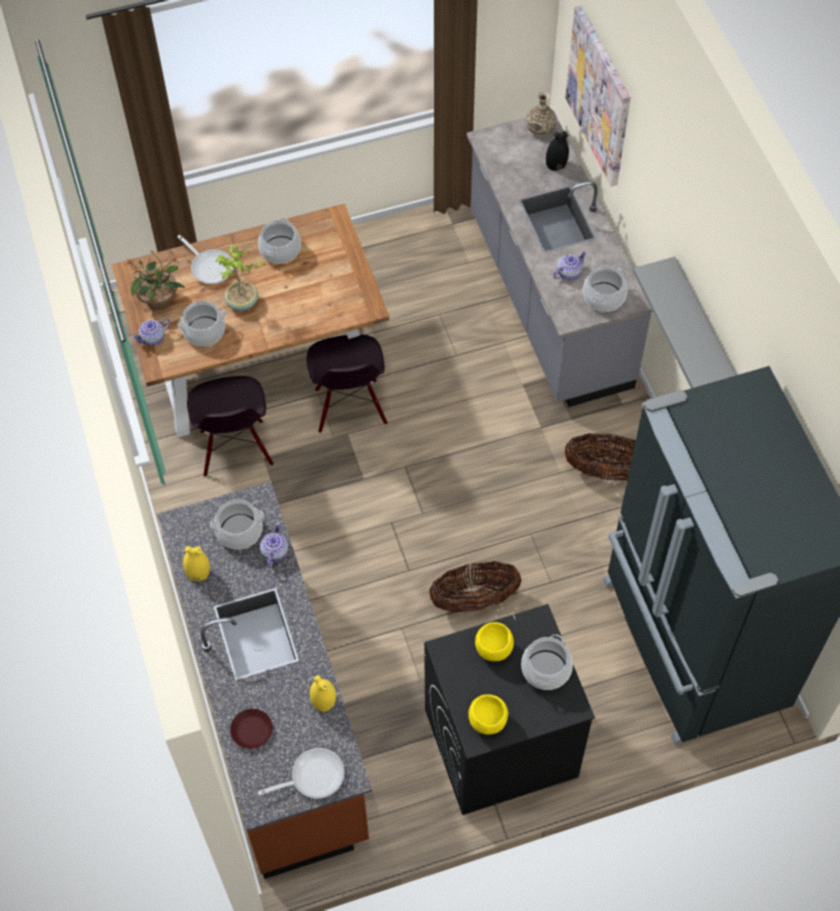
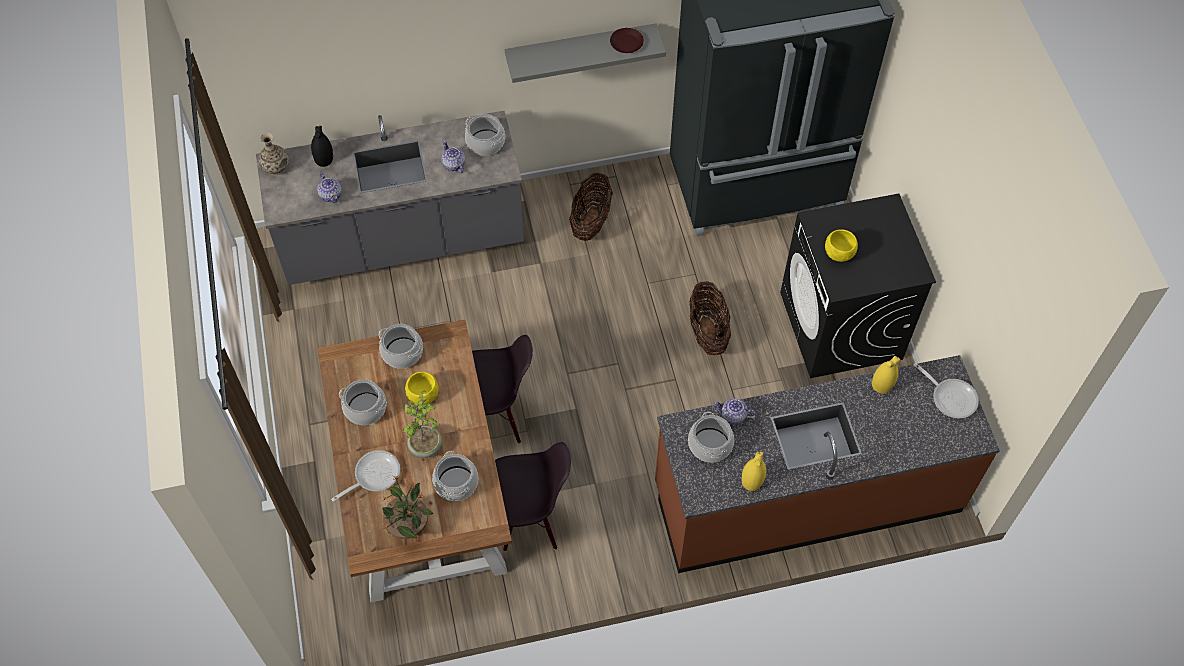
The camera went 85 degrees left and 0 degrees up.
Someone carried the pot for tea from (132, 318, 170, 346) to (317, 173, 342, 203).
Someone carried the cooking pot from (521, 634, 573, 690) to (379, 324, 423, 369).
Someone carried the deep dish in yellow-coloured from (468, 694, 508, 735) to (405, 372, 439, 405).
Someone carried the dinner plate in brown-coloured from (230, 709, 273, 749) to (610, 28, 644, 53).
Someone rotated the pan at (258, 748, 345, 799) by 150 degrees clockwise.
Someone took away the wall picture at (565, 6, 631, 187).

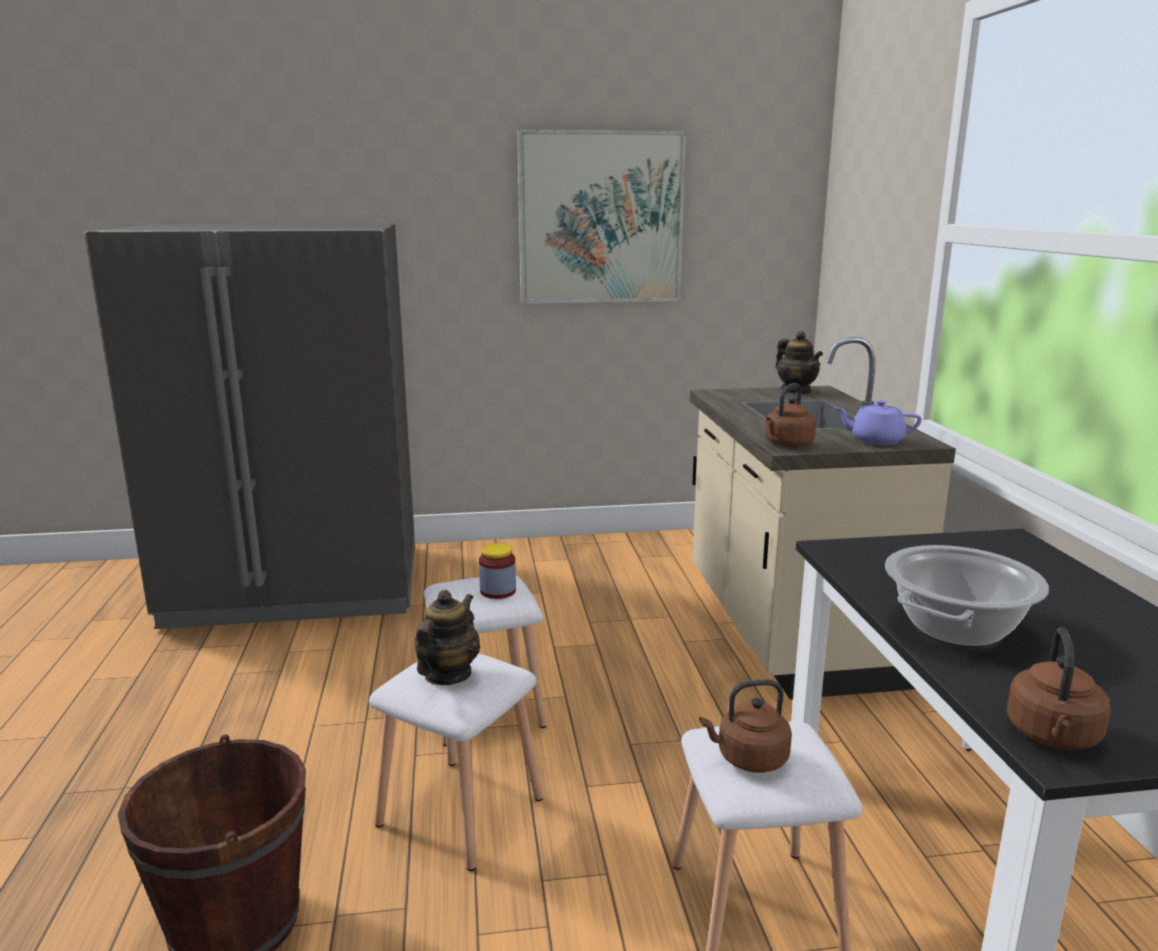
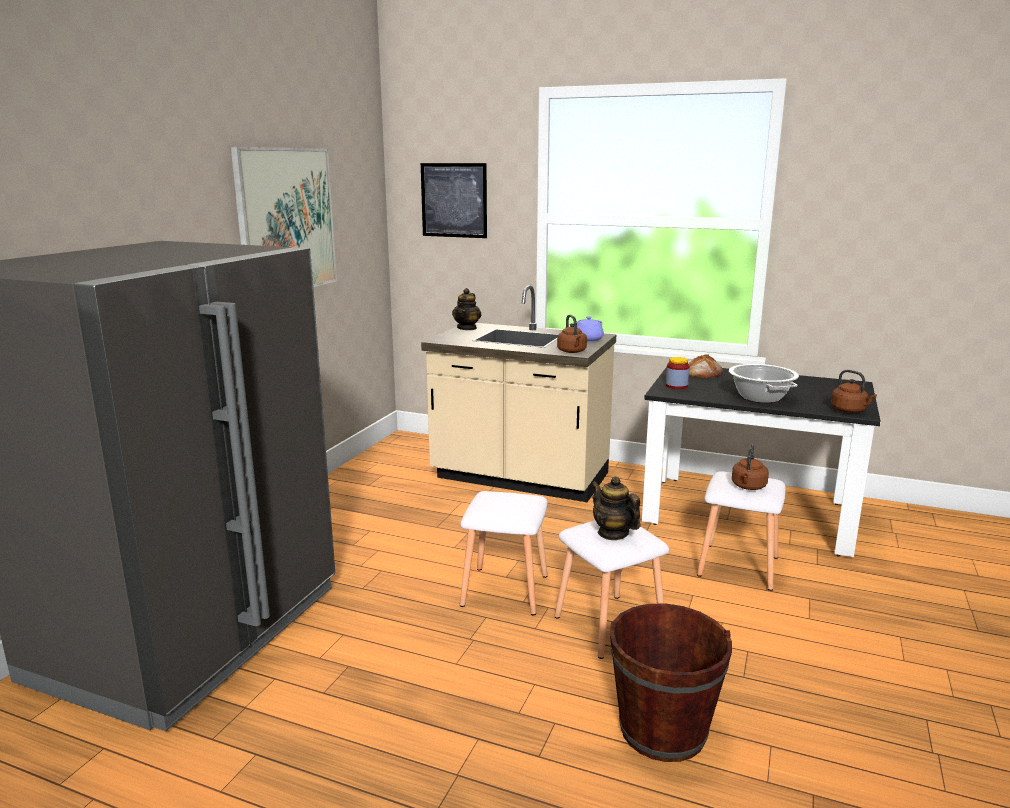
The camera went 60 degrees left and 0 degrees up.
Someone put up the wall picture at (421, 163, 487, 238).
Someone rotated the pot for tea at (775, 331, 823, 393) by 105 degrees clockwise.
Someone carried the jar from (479, 544, 516, 599) to (666, 357, 690, 389).
Someone put down the bread at (688, 354, 723, 378).

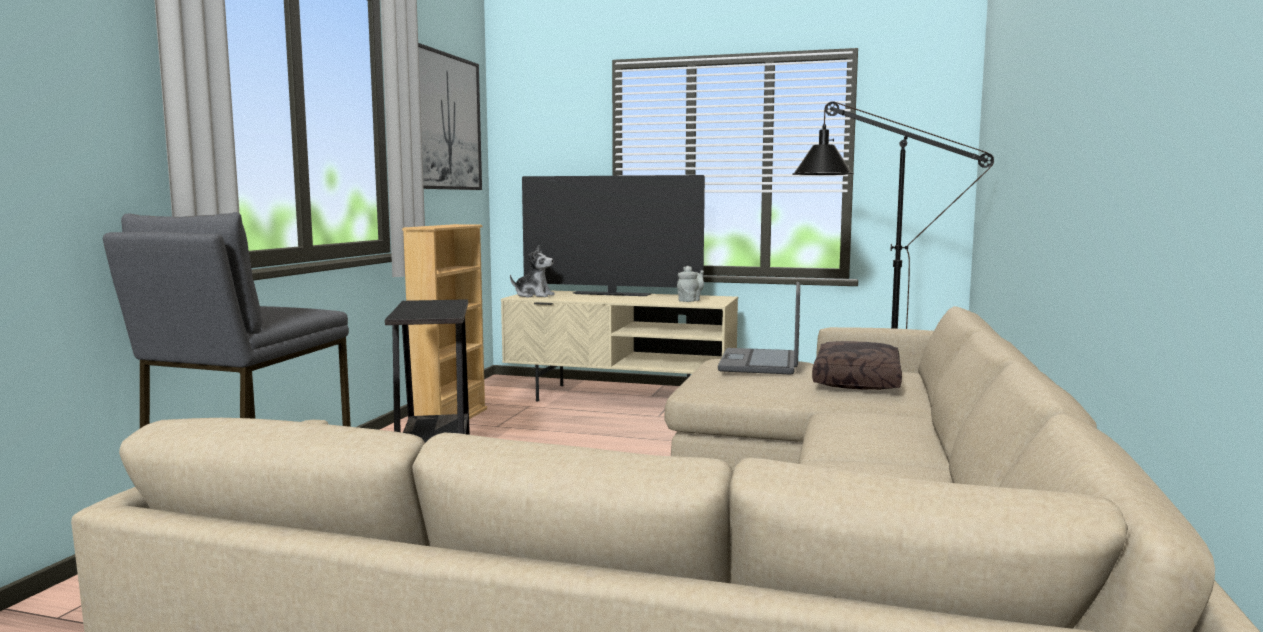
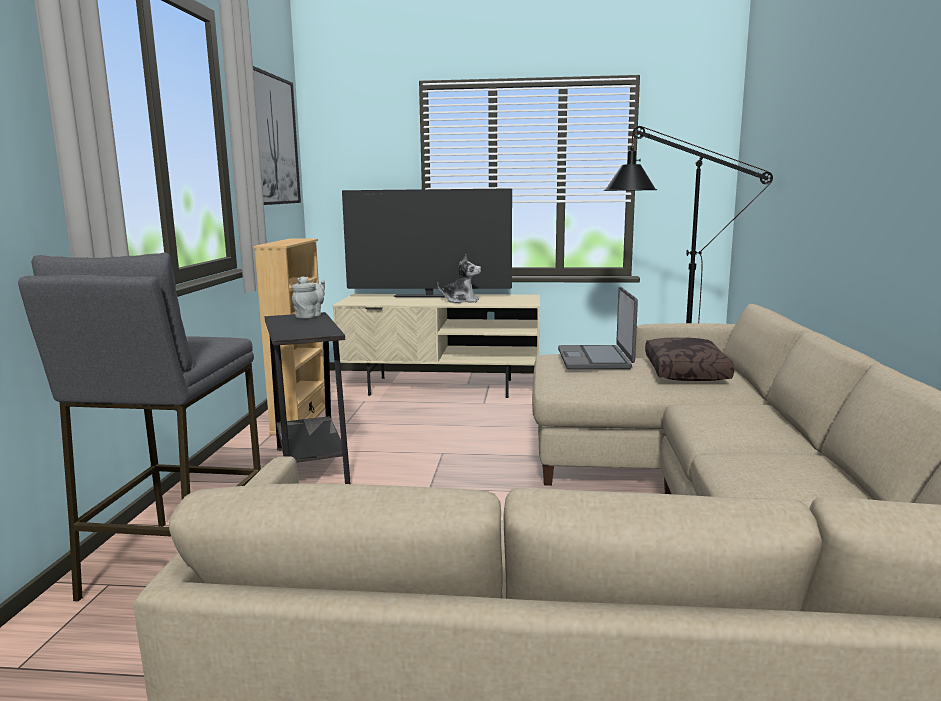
The camera went 10 degrees left and 5 degrees up.
Someone carried the pot for tea in grey from (677, 266, 704, 302) to (292, 276, 325, 318).
Someone carried the cuddly toy from (510, 245, 555, 297) to (437, 254, 481, 303).

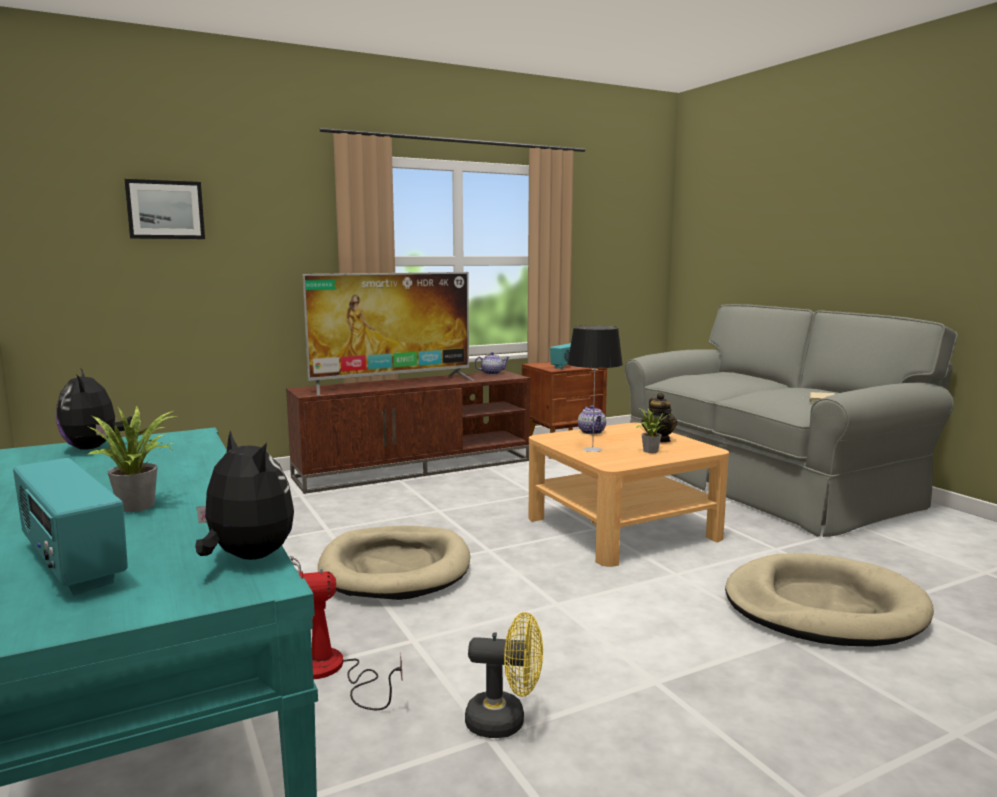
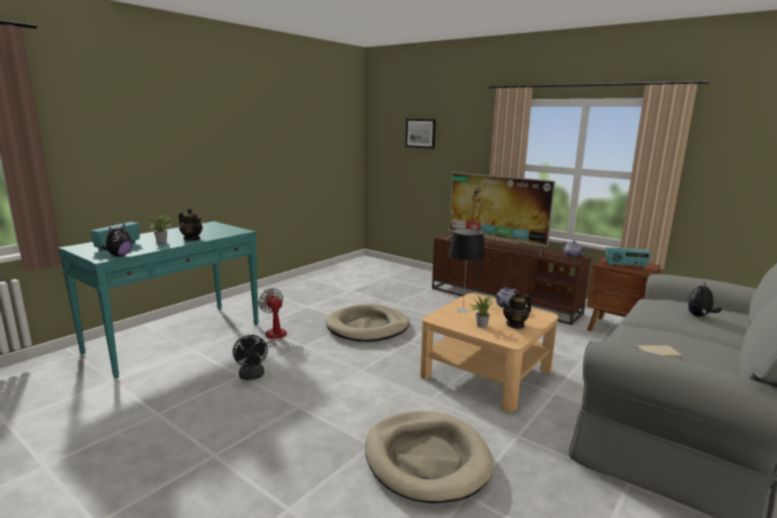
The camera went 65 degrees right and 5 degrees up.
Someone put down the pot for tea at (179, 208, 203, 240).
Someone repainted the cooling fan in yellow-coloured at (465, 612, 543, 738), which became the cooling fan in black-coloured at (233, 335, 268, 380).
Someone carried the cuddly toy from (56, 368, 132, 450) to (687, 284, 722, 317).

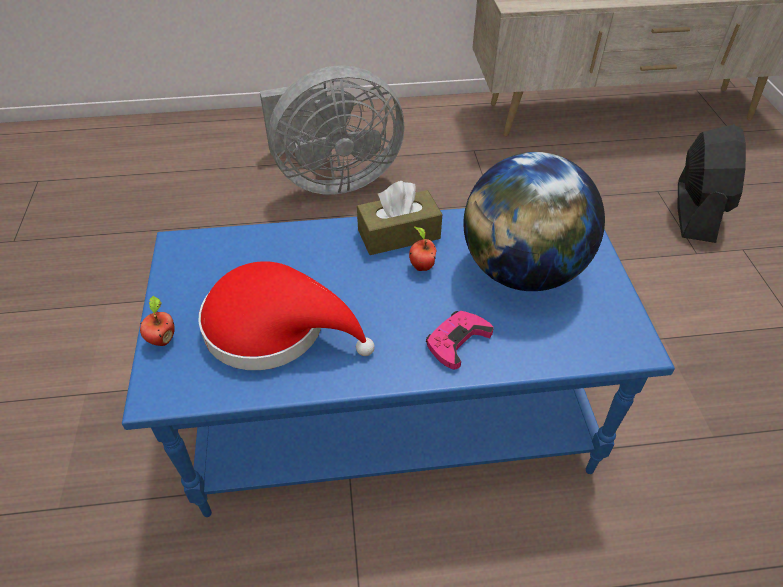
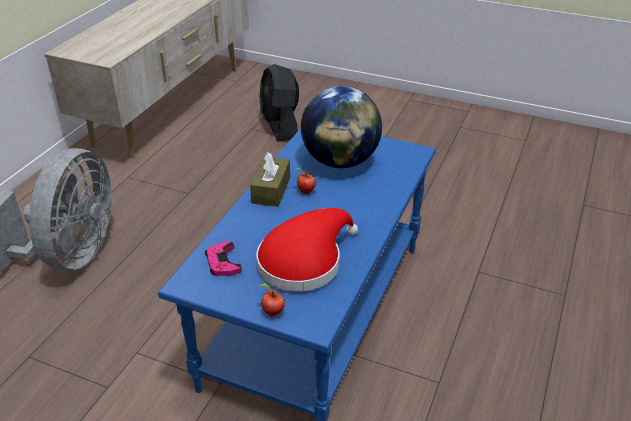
The camera went 60 degrees left and 10 degrees down.
Someone carried the game controller in pinkish from (426, 311, 493, 370) to (205, 241, 242, 276).
Someone rotated the cooling fan in black-coloured at (677, 124, 746, 243) by 150 degrees counterclockwise.

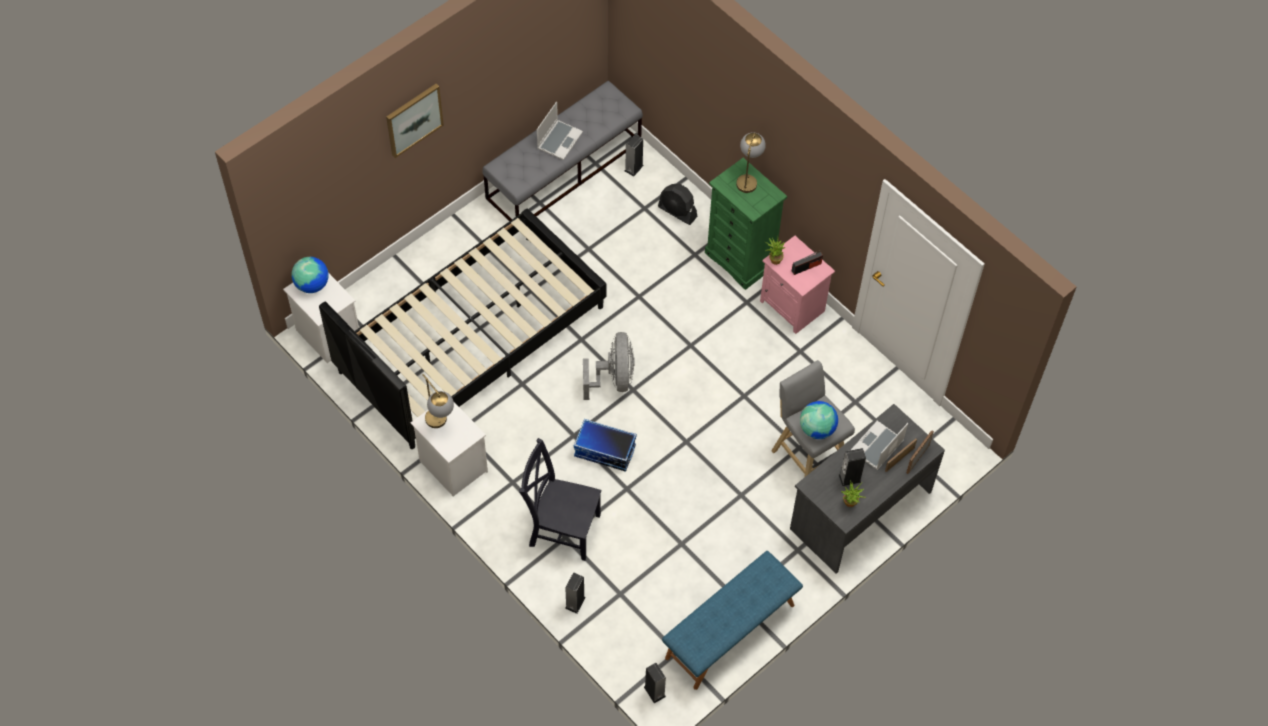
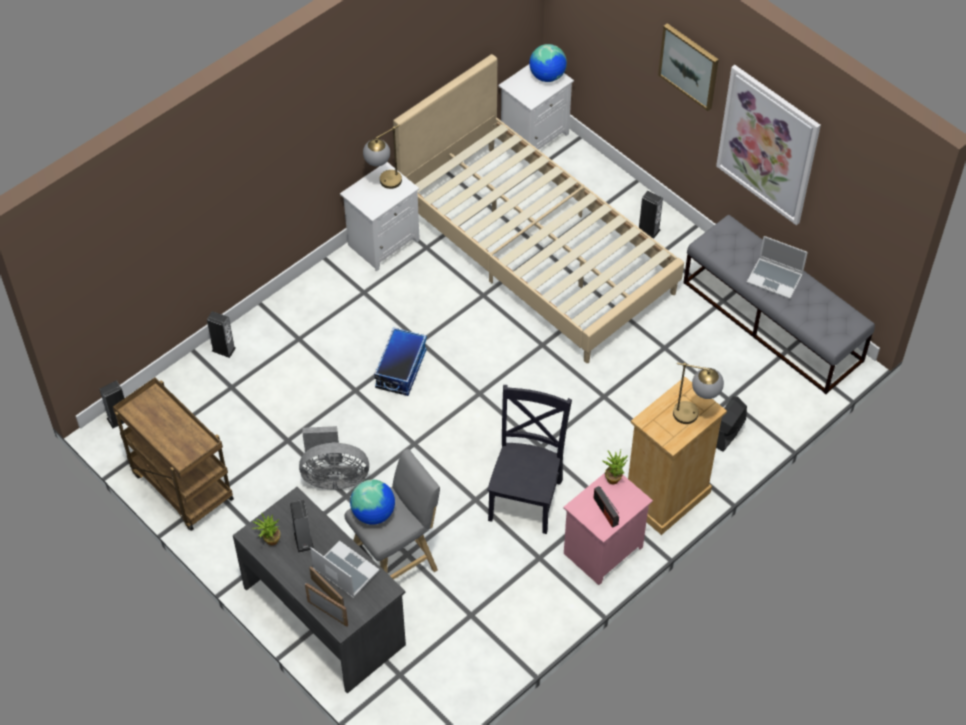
The camera went 90 degrees right and 5 degrees down.
Someone swapped the bench in blue-coloured at (662, 551, 803, 690) for the wheeled cart in brown-coloured at (113, 377, 234, 531).
Someone carried the cooling fan in grey from (583, 332, 635, 400) to (299, 426, 369, 489).
Someone repainted the sleeping bed in black-coloured at (319, 209, 607, 449), which became the sleeping bed in sand-coloured at (393, 54, 684, 363).
Someone carried the upright chair in black-coloured from (519, 438, 601, 561) to (487, 385, 572, 534).
Someone repainted the drawer chest in greenish at (705, 158, 787, 290), which became the drawer chest in sand-coloured at (628, 377, 727, 535).
Someone carried the speaker from (625, 134, 644, 177) to (639, 191, 663, 238).
Someone put up the wall picture at (716, 65, 821, 225).

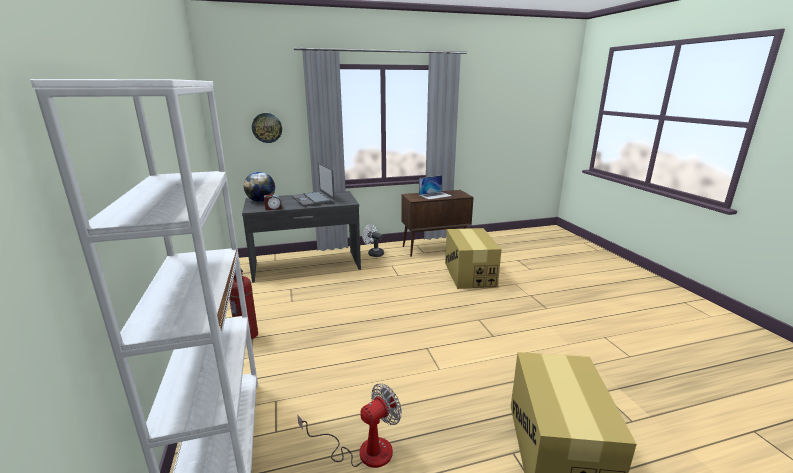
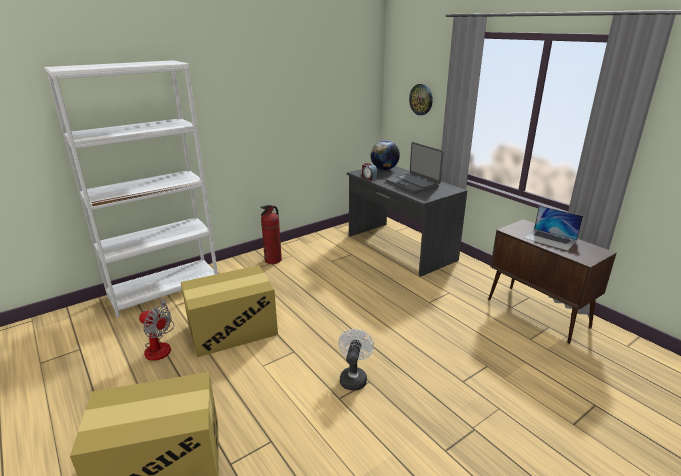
The camera went 70 degrees right and 5 degrees up.
Someone carried the cardboard box from (445, 228, 502, 289) to (181, 265, 278, 357).
Someone carried the cooling fan in whitish from (362, 224, 384, 257) to (338, 329, 374, 391).
Someone rotated the laptop at (292, 162, 335, 207) by 75 degrees counterclockwise.

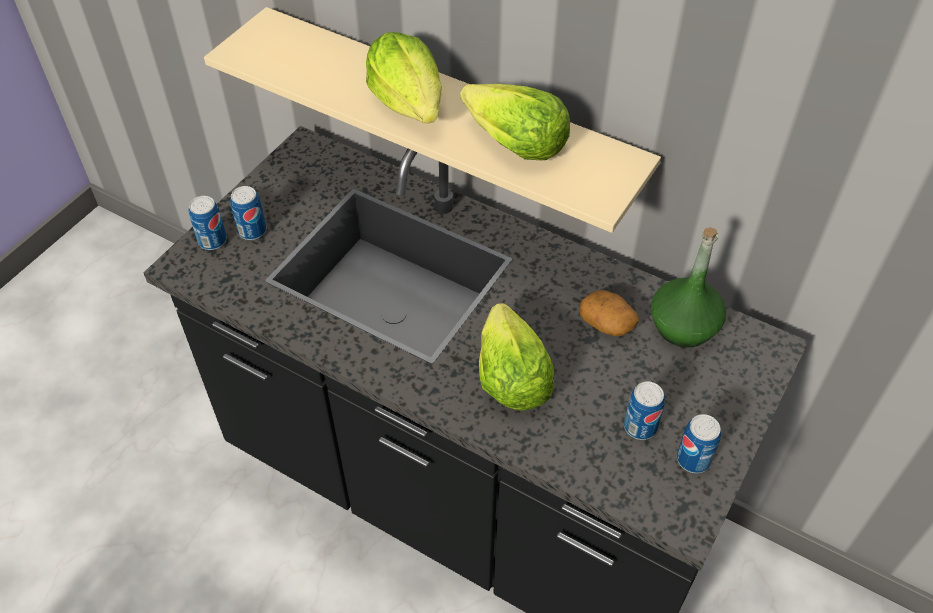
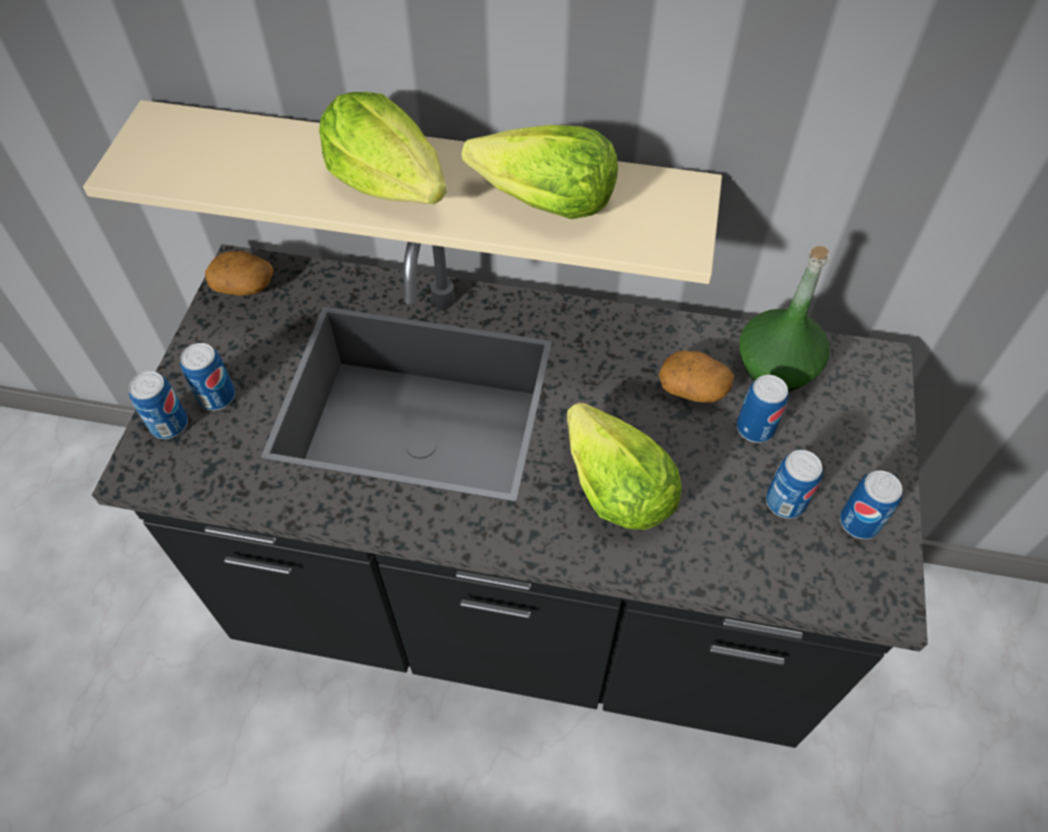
The camera went 20 degrees left and 5 degrees up.
Someone put down the potato at (205, 251, 273, 296).
Someone put down the sealed can at (737, 375, 789, 443).

